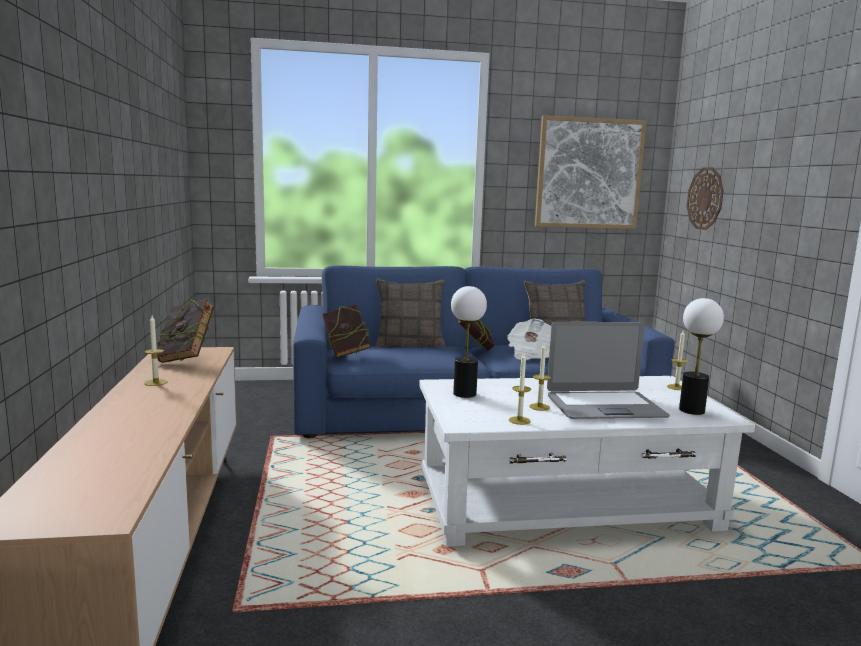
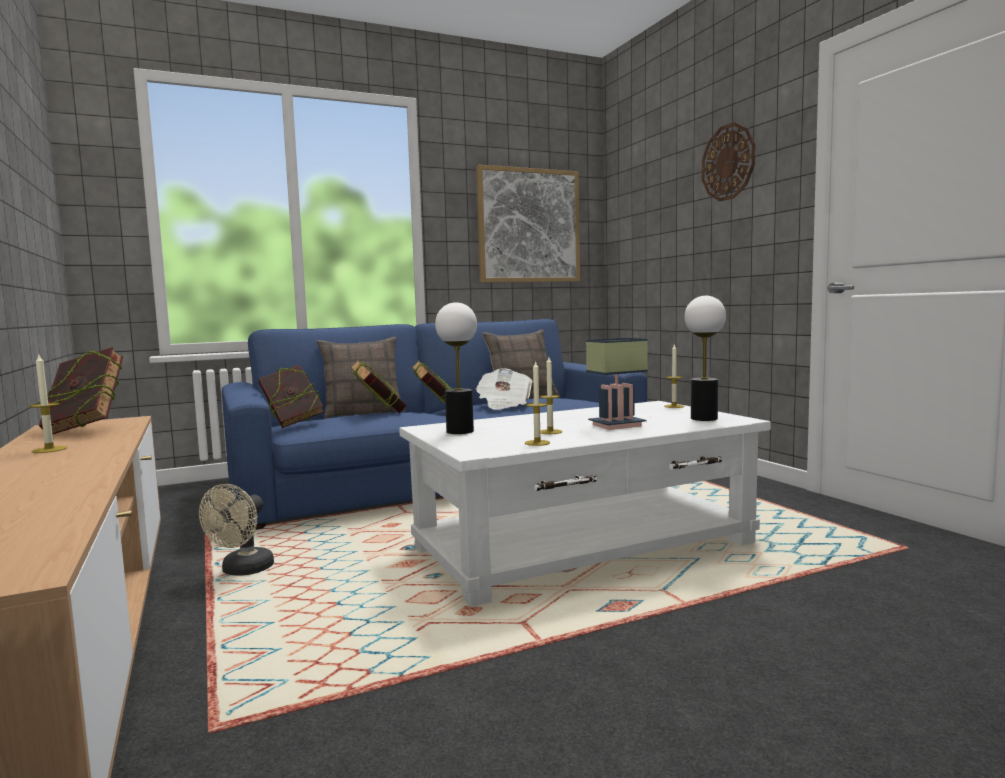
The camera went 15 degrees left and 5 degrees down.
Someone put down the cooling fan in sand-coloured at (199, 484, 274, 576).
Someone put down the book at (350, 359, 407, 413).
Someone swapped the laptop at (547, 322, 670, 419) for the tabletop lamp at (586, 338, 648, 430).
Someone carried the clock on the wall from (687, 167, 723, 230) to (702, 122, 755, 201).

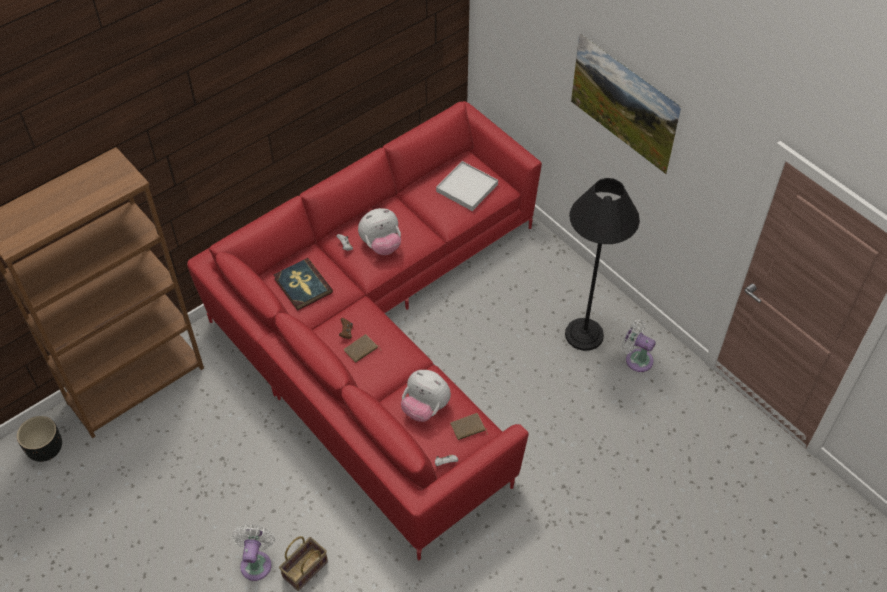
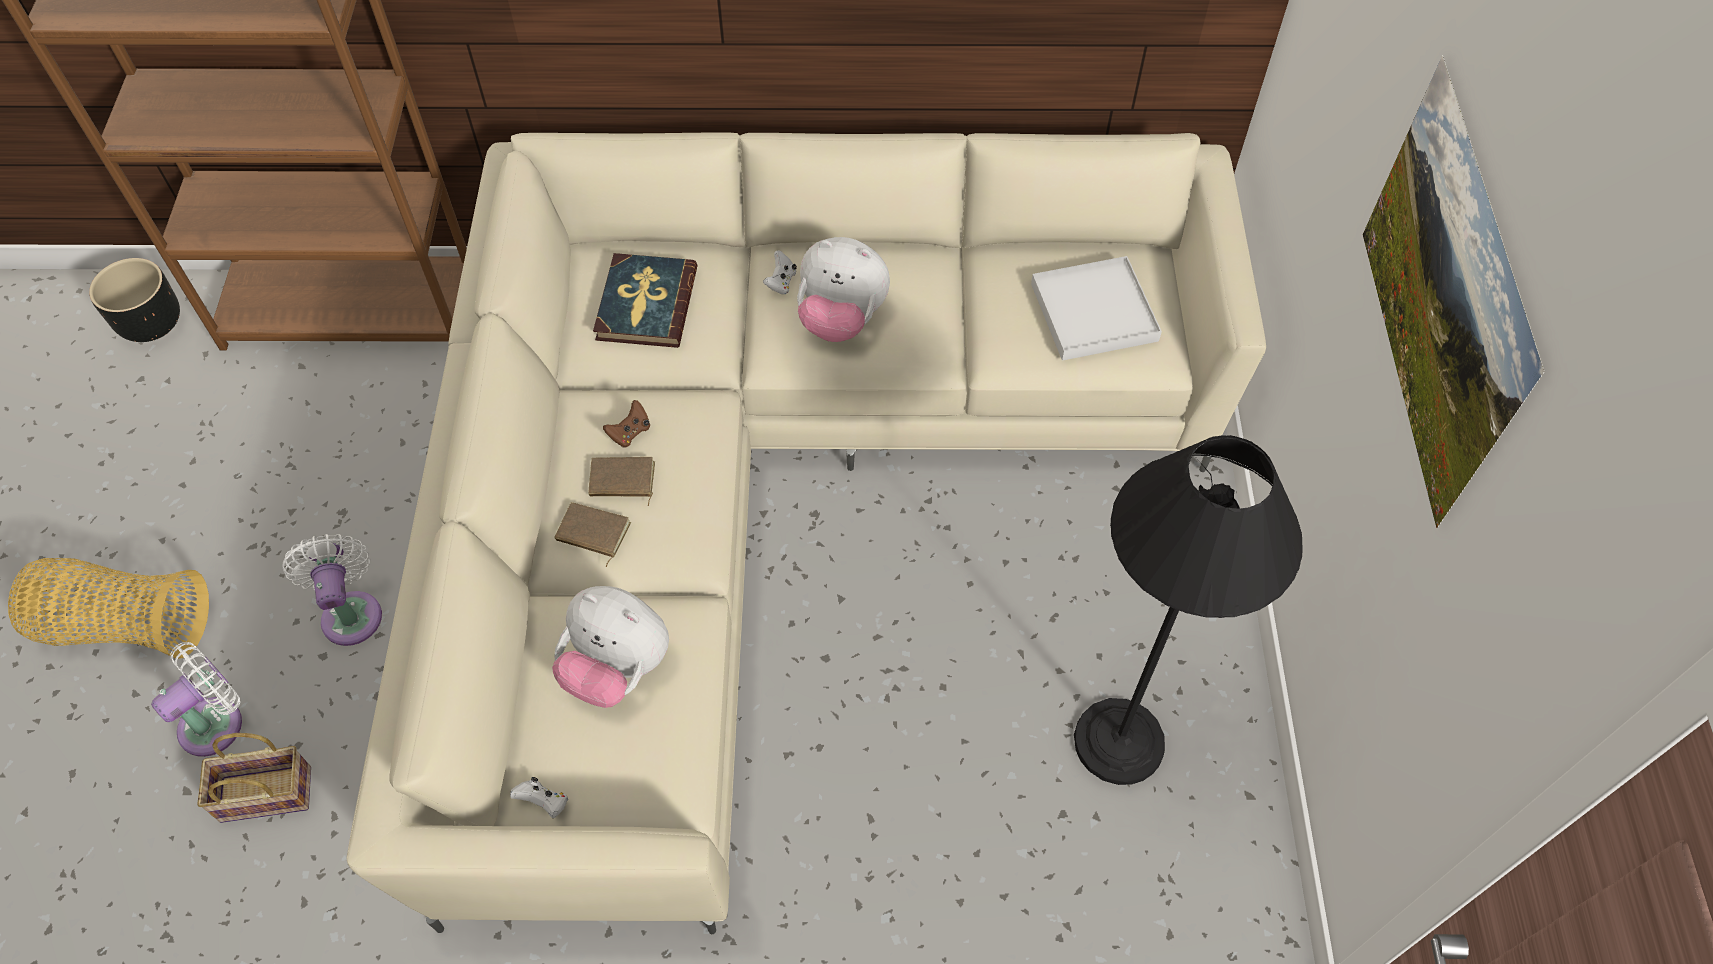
The camera went 40 degrees right and 5 degrees up.
Someone put down the storage basket at (8, 558, 209, 659).
Someone carried the cooling fan in whitish from (621, 320, 656, 372) to (282, 534, 382, 646).
Someone repainted the sofa in reddish at (187, 101, 542, 560), which became the sofa in sand-coloured at (346, 132, 1266, 934).
Someone rotated the cuddly toy at (401, 370, 451, 422) by 45 degrees counterclockwise.
Someone carried the book in brown-coloured from (451, 413, 488, 440) to (554, 502, 631, 567).

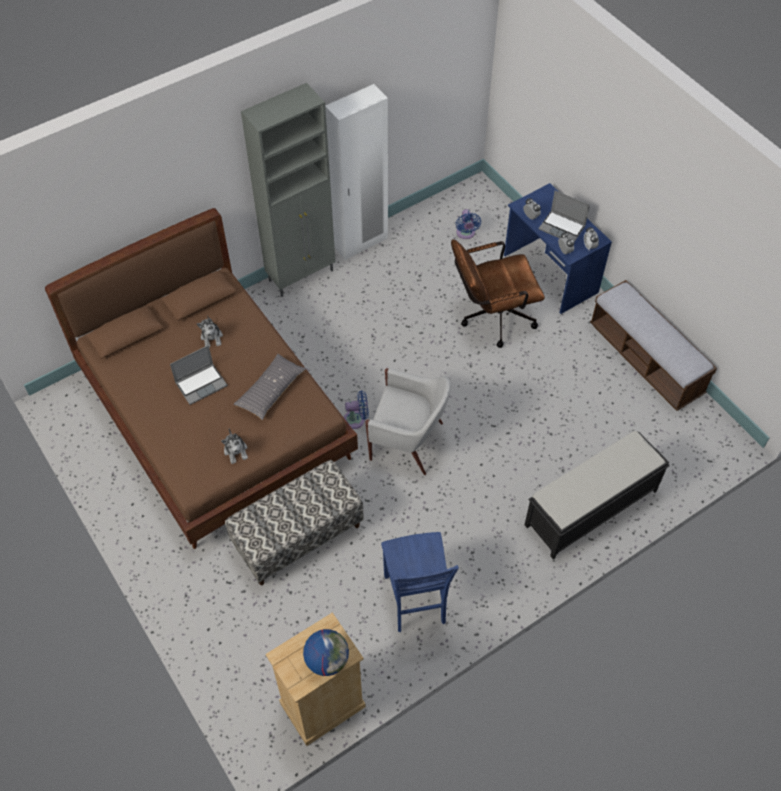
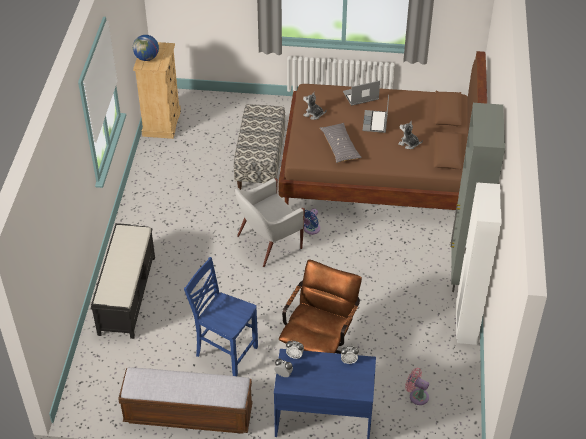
The camera went 130 degrees right and 10 degrees down.
Someone carried the upright chair in blue-coloured from (381, 532, 459, 632) to (184, 257, 258, 376).
Someone carried the laptop from (539, 190, 590, 242) to (343, 81, 380, 106).
Someone repainted the cooling fan in blue-coloured at (456, 209, 481, 239), which became the cooling fan in pinkish at (405, 368, 429, 405).

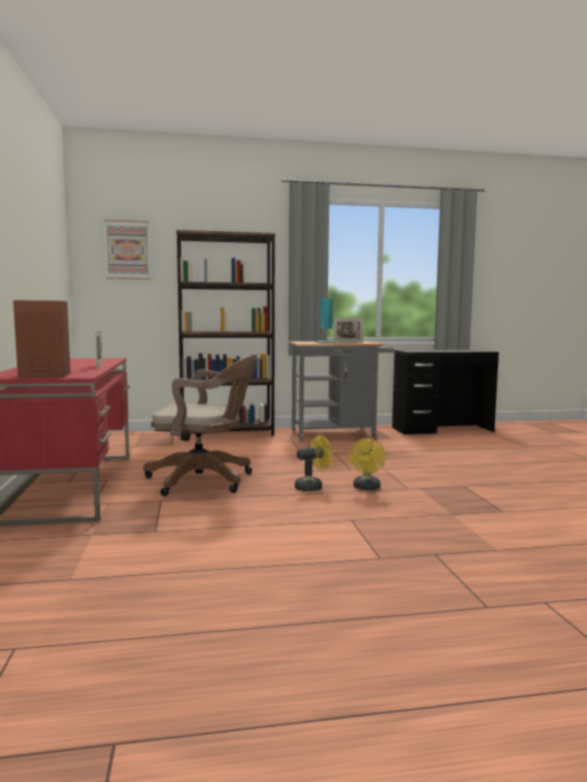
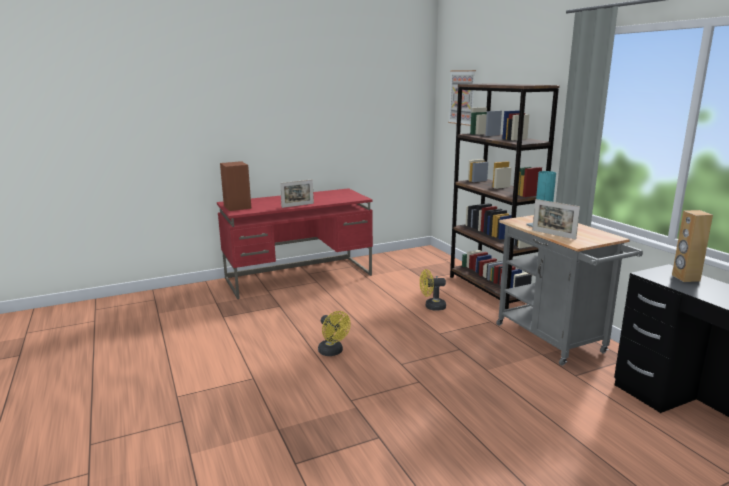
The camera went 75 degrees right and 10 degrees up.
Someone carried the cooling fan in yellow-coloured from (349, 438, 386, 490) to (420, 269, 446, 311).
Someone put down the speaker in brown-coloured at (672, 210, 713, 282).
Someone took away the desk chair in brown-coloured at (143, 353, 257, 496).

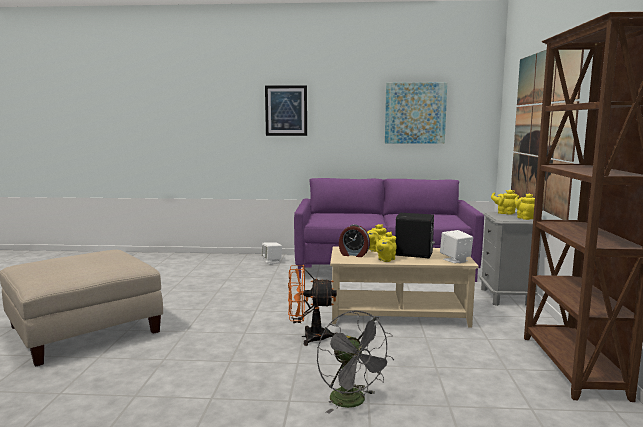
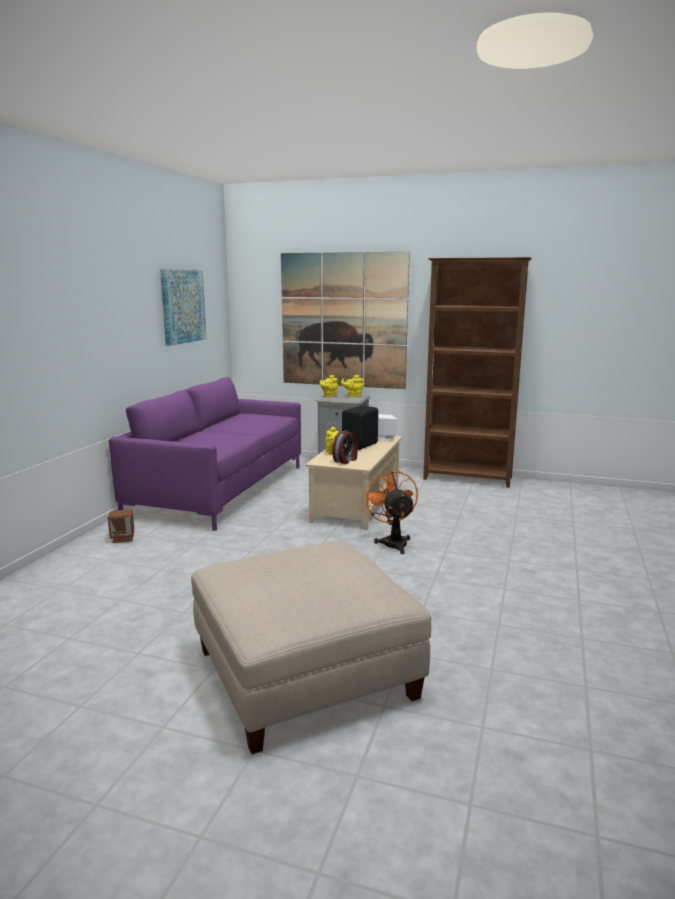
The camera went 75 degrees left and 5 degrees up.
Someone repainted the speaker in whitish at (262, 242, 282, 264), which became the speaker in brown-coloured at (108, 509, 134, 543).
Someone rotated the cooling fan in orangey at (288, 265, 337, 346) by 150 degrees clockwise.
Someone took away the wall picture at (265, 85, 307, 136).
Someone took away the cooling fan in grey at (317, 310, 394, 414).
Someone took away the pot for tea in yellow-coloured at (376, 232, 397, 262).

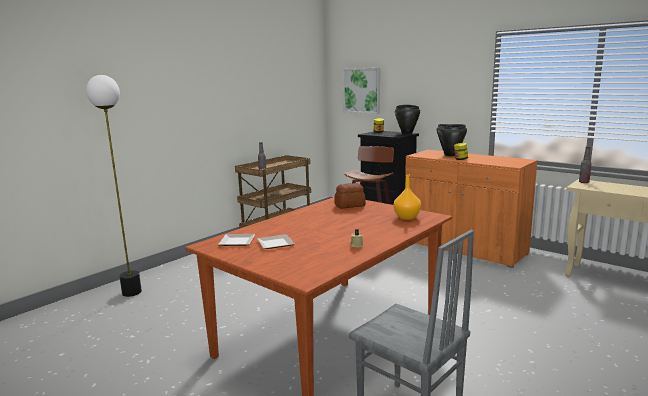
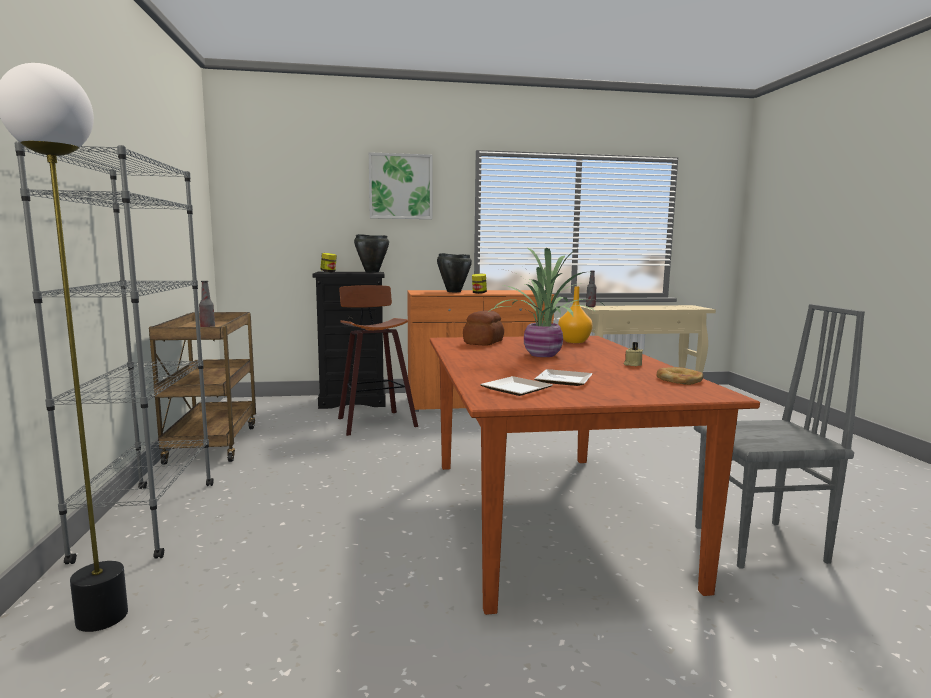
The camera went 50 degrees left and 5 degrees down.
Someone put down the bookshelf in grey at (15, 142, 214, 564).
Someone carried the wall picture from (343, 68, 380, 114) to (369, 152, 432, 219).
Someone put down the plant in a pot at (488, 248, 606, 357).
Someone put down the bread at (656, 367, 704, 385).

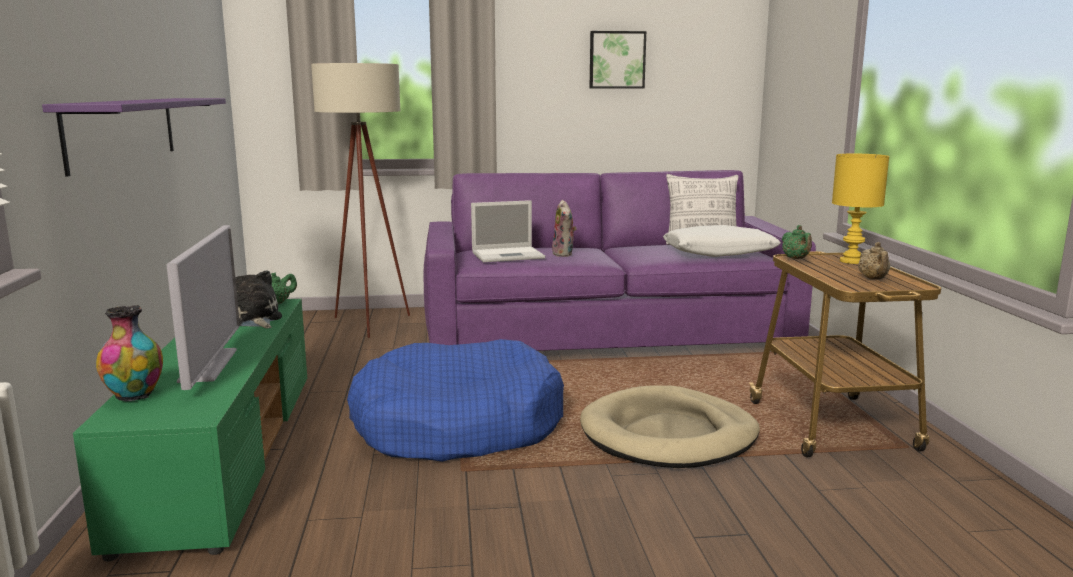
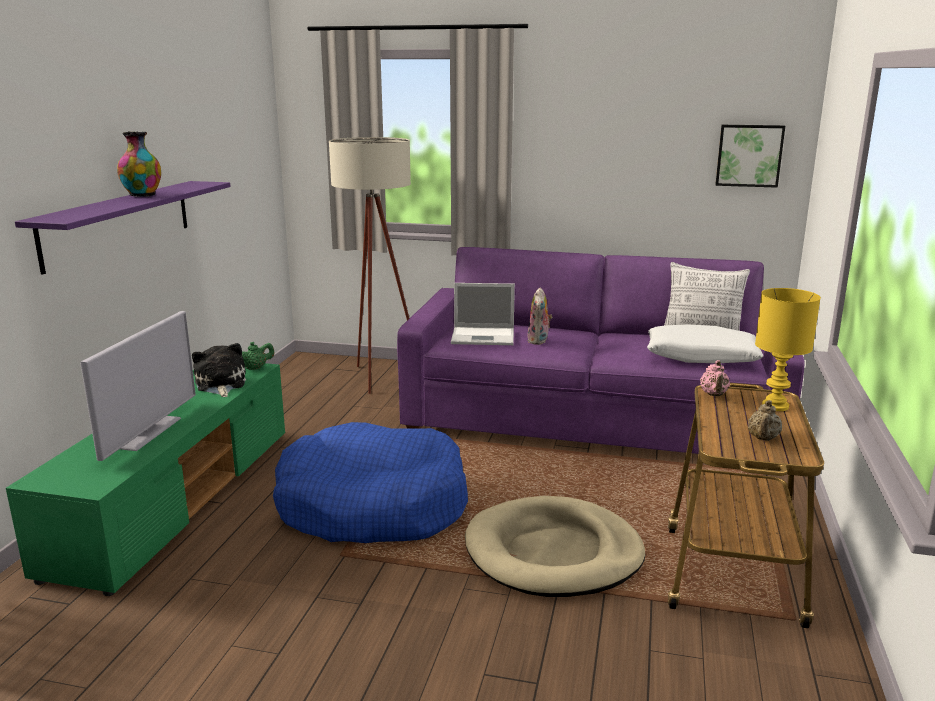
The camera went 20 degrees right and 5 degrees up.
Someone carried the flower vase from (96, 305, 163, 401) to (117, 132, 161, 197).
Someone repainted the pot for tea in greenish at (782, 225, 812, 259), which became the pot for tea in pinkish at (700, 360, 730, 396).
Someone carried the wall picture from (590, 31, 646, 89) to (715, 125, 785, 188).

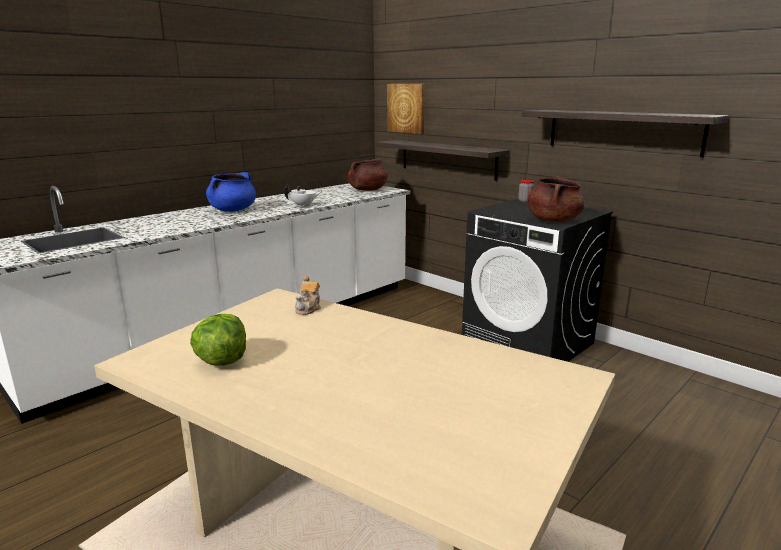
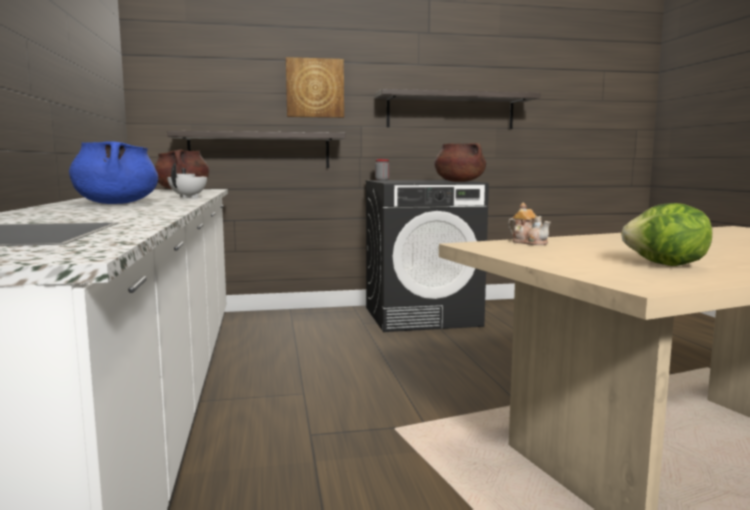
The camera went 55 degrees left and 10 degrees down.
Someone carried the wall picture from (387, 84, 425, 134) to (286, 57, 344, 118).

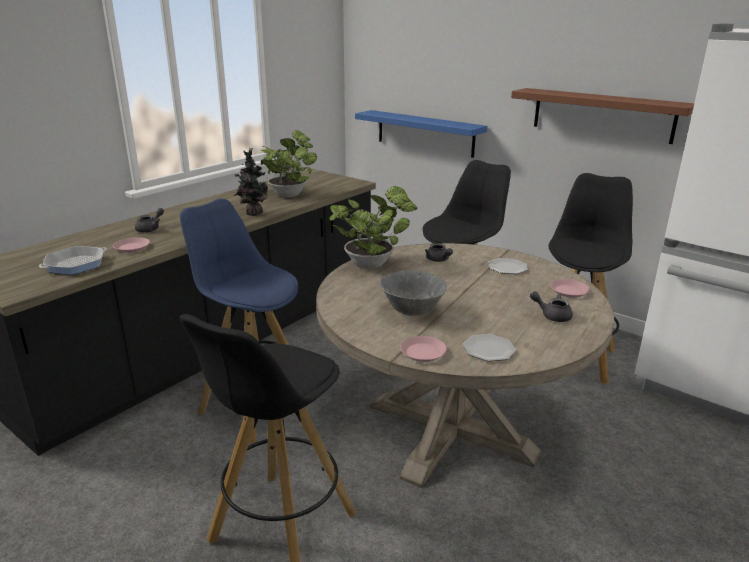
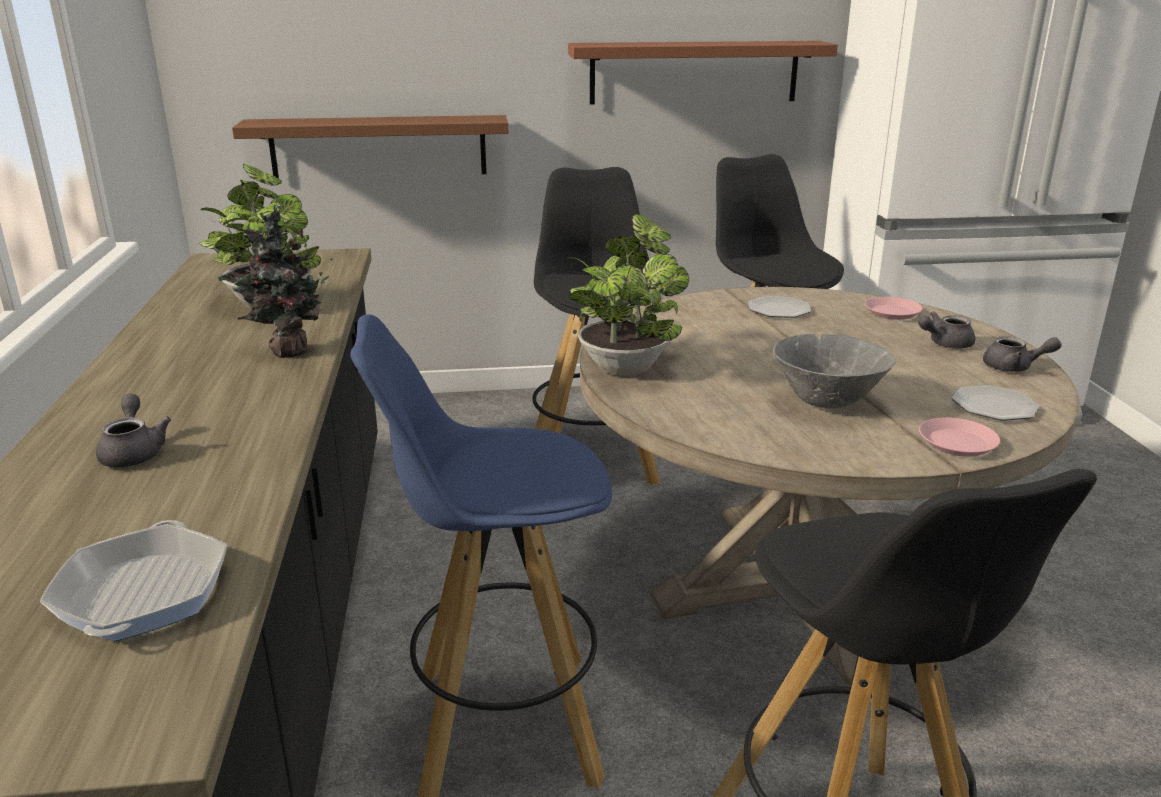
The camera went 45 degrees left and 0 degrees up.
Someone repainted the wall shelf in blue-coloured at (355, 110, 487, 158), which became the wall shelf in brown-coloured at (232, 115, 508, 179).
Someone carried the pot for tea in grey from (425, 243, 453, 262) to (983, 336, 1062, 372).
Someone took away the dinner plate in pinkish at (113, 237, 150, 253).

